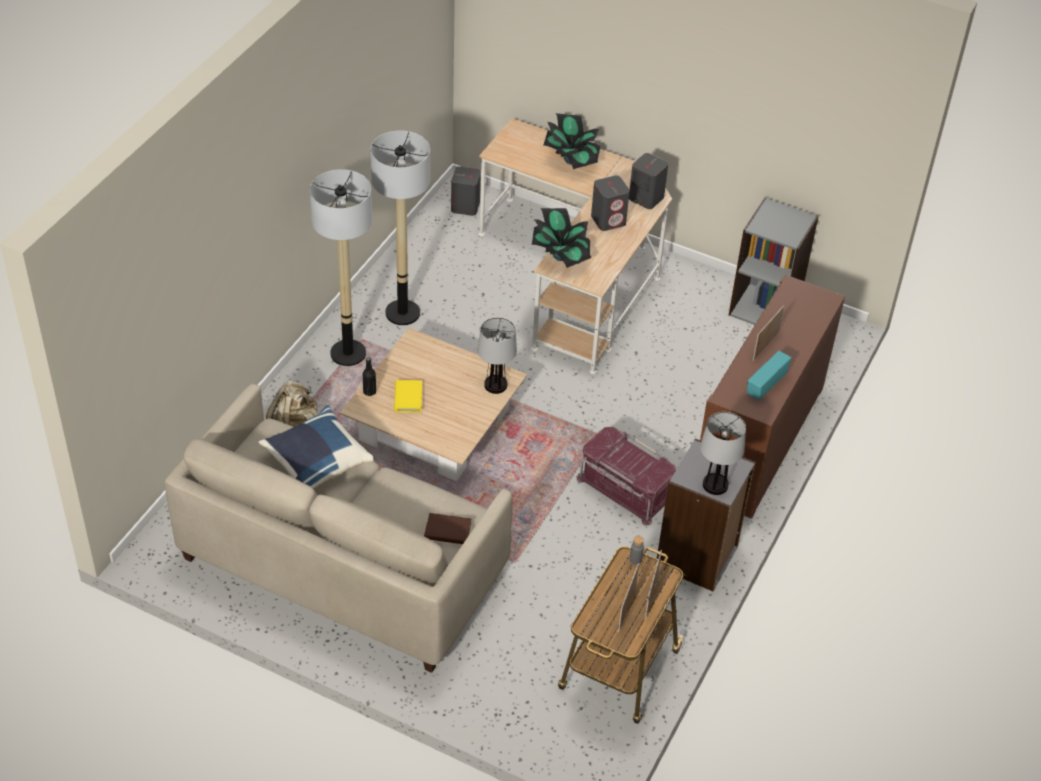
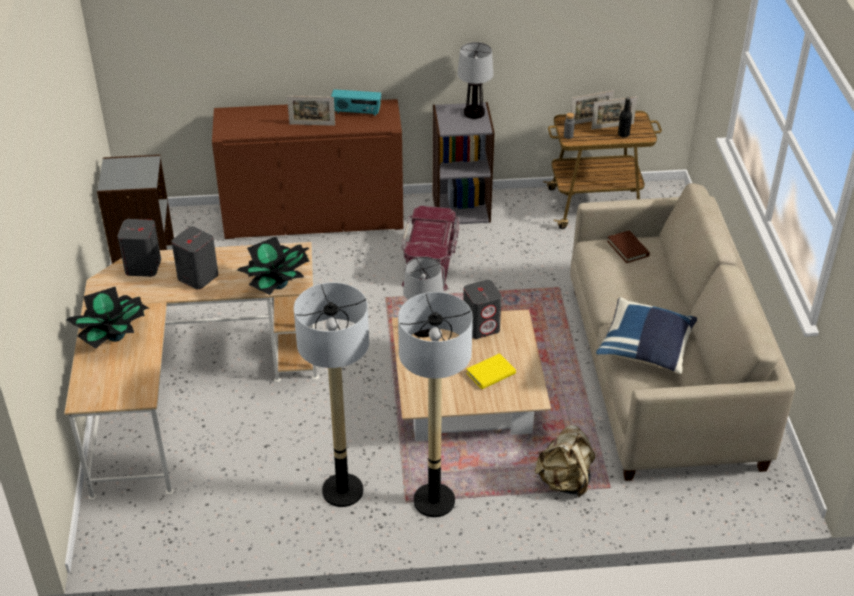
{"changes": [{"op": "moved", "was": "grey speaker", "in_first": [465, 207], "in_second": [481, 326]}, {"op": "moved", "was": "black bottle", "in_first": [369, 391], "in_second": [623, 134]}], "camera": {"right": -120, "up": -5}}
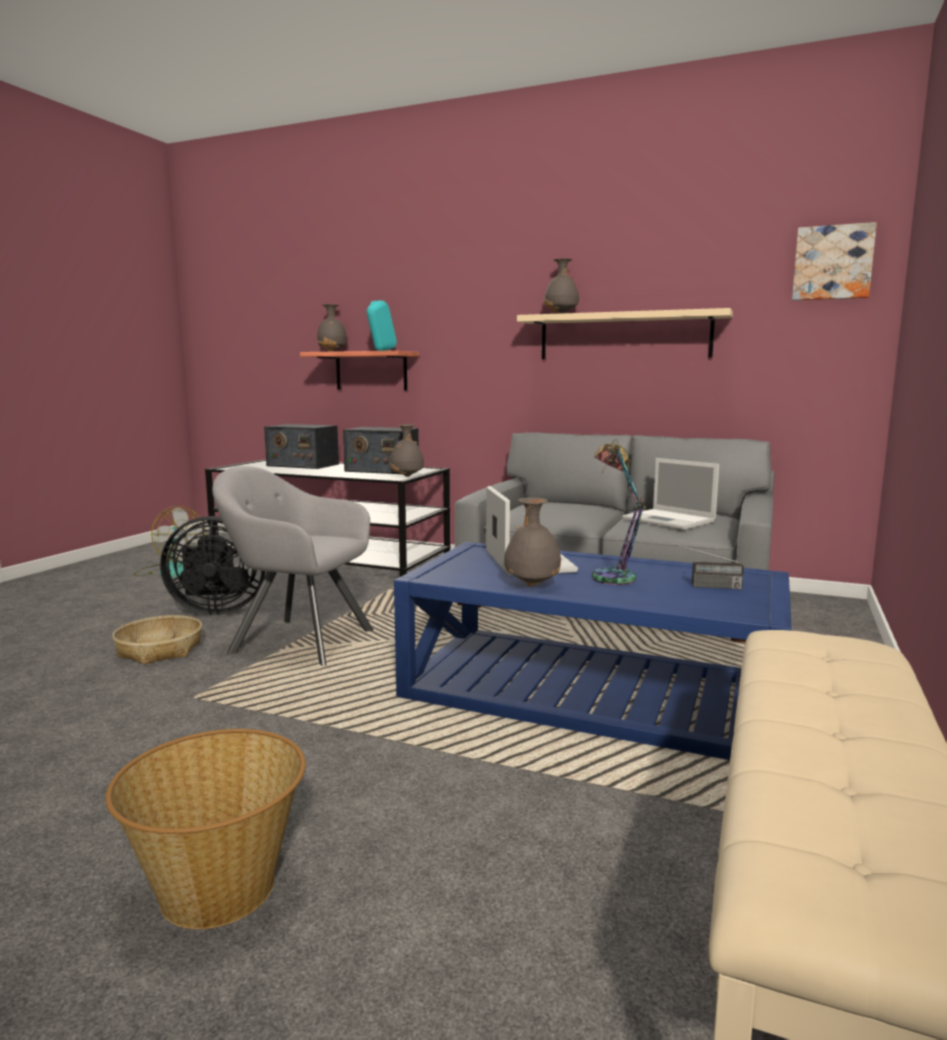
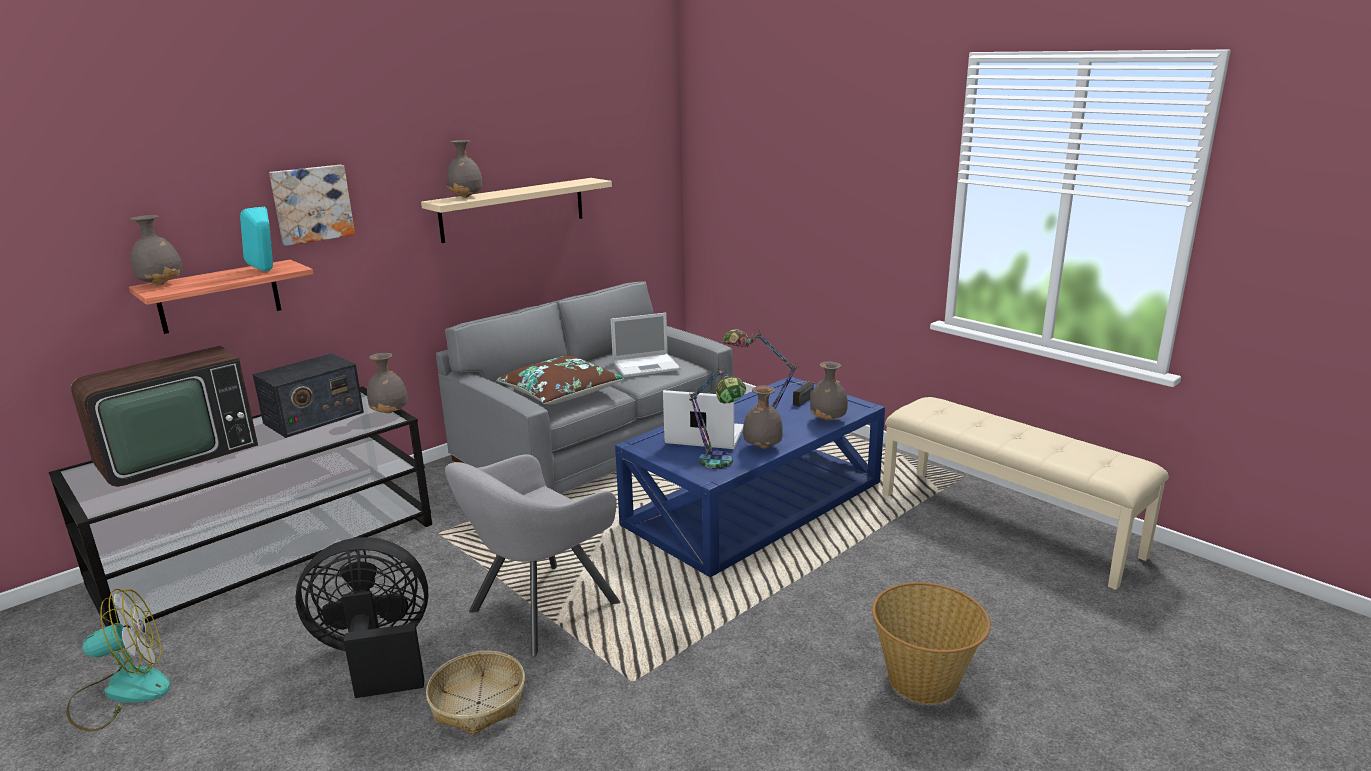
{"changes": [{"op": "replaced", "was": "radio", "now": "television", "in_first": [302, 465], "in_second": [174, 455]}, {"op": "moved", "was": "picture", "in_first": [832, 263], "in_second": [311, 204]}, {"op": "turned", "was": "black fan", "in_first": [216, 610], "in_second": [375, 656], "clockwise": -120}, {"op": "added", "now": "brown pillow", "in_second": [561, 392]}, {"op": "added", "now": "table lamp", "in_second": [719, 466]}, {"op": "added", "now": "grey vase", "in_second": [828, 420]}], "camera": {"right": -65, "up": 10}}
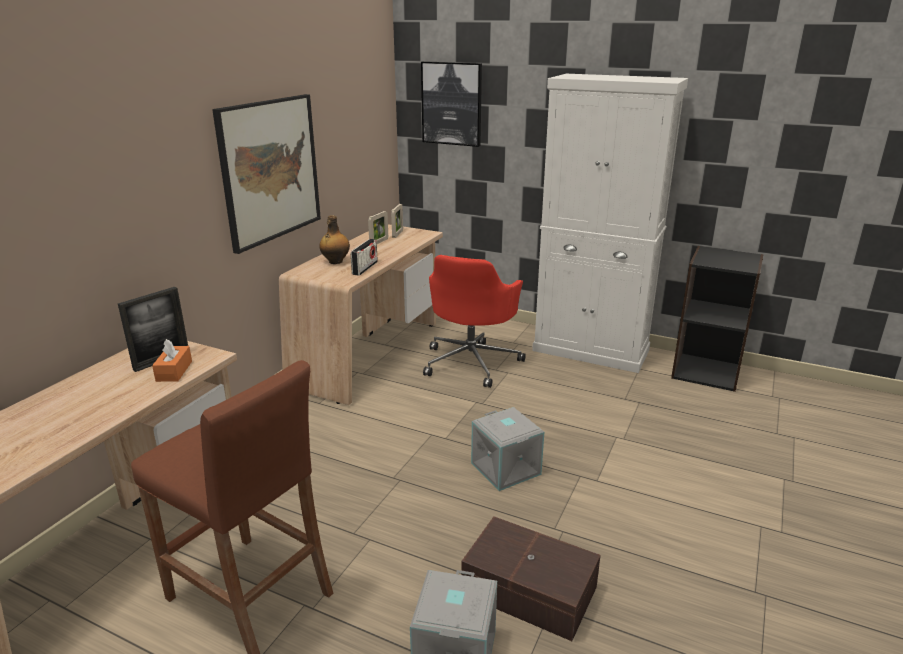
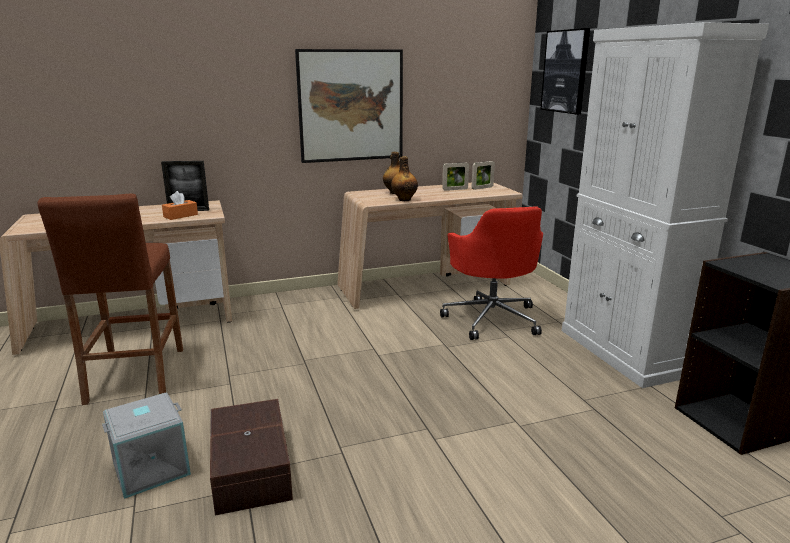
{"changes": [{"op": "replaced", "was": "radio", "now": "bottle", "in_first": [365, 268], "in_second": [404, 199]}, {"op": "turned", "was": "red office chair", "in_first": [472, 362], "in_second": [492, 318], "clockwise": -75}, {"op": "removed", "was": "grey storage box", "in_first": [507, 468]}], "camera": {"right": 45, "up": -5}}
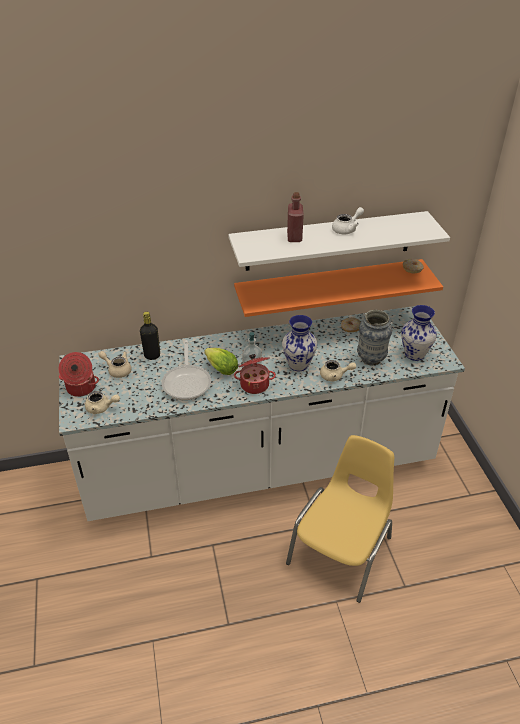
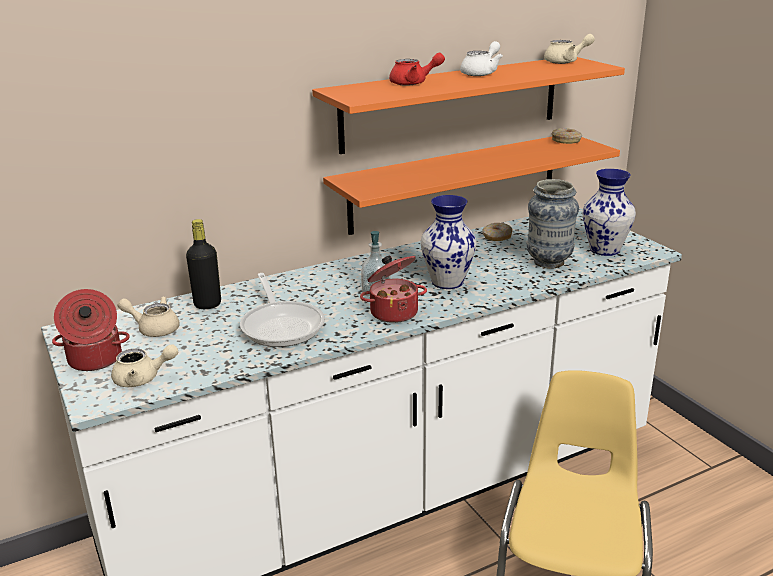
{"changes": [{"op": "recoloured", "was": "white shelf", "now": "orange shelf", "in_first": [329, 241], "in_second": [452, 103]}, {"op": "replaced", "was": "red bottle", "now": "red teapot", "in_first": [294, 237], "in_second": [413, 83]}, {"op": "moved", "was": "beige teapot", "in_first": [335, 376], "in_second": [566, 61]}, {"op": "removed", "was": "lettuce", "in_first": [220, 368]}], "camera": {"right": -15, "up": -15}}
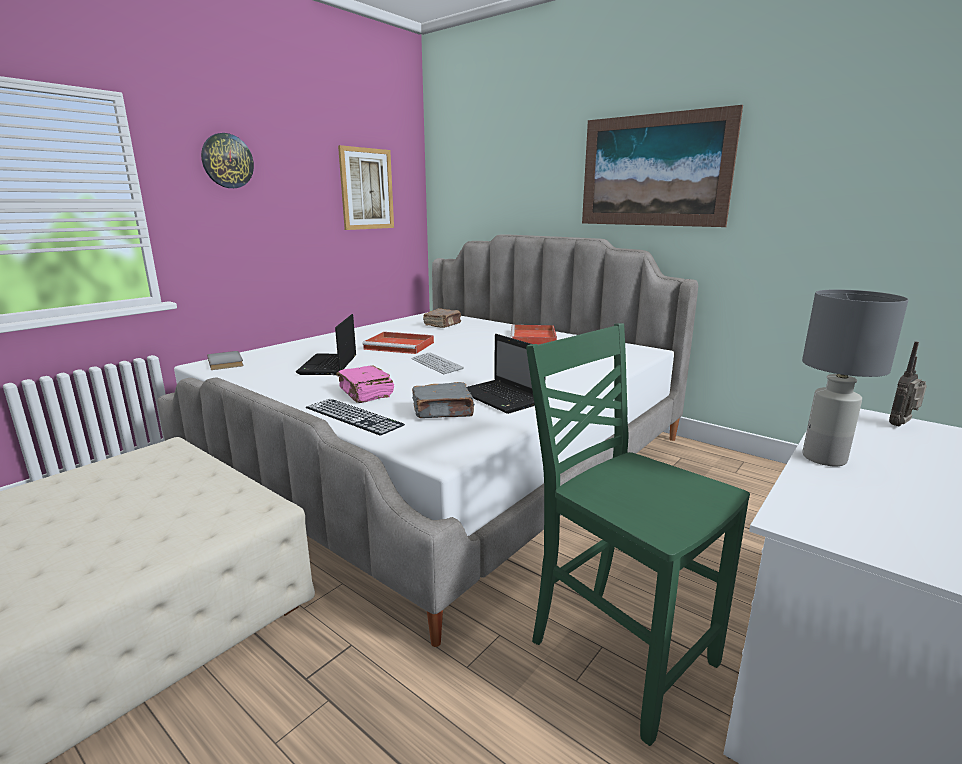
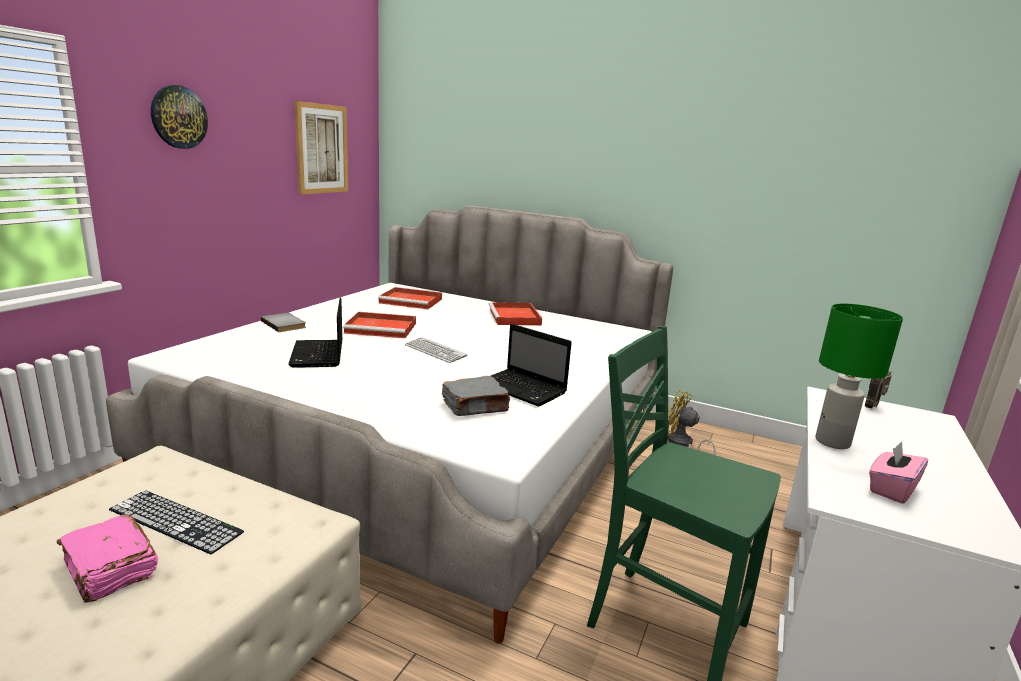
{"changes": [{"op": "moved", "was": "pink book", "in_first": [365, 393], "in_second": [110, 570]}, {"op": "moved", "was": "keyboard", "in_first": [353, 416], "in_second": [176, 521]}, {"op": "moved", "was": "grey book", "in_first": [227, 362], "in_second": [285, 324]}, {"op": "replaced", "was": "brown book", "now": "red tray", "in_first": [443, 325], "in_second": [412, 301]}, {"op": "added", "now": "yellow fan", "in_second": [681, 444]}, {"op": "recoloured", "was": "grey table lamp", "now": "green table lamp", "in_first": [823, 458], "in_second": [832, 442]}, {"op": "added", "now": "pink tissue box", "in_second": [891, 489]}, {"op": "removed", "was": "picture", "in_first": [654, 171]}], "camera": {"right": -15, "up": 0}}
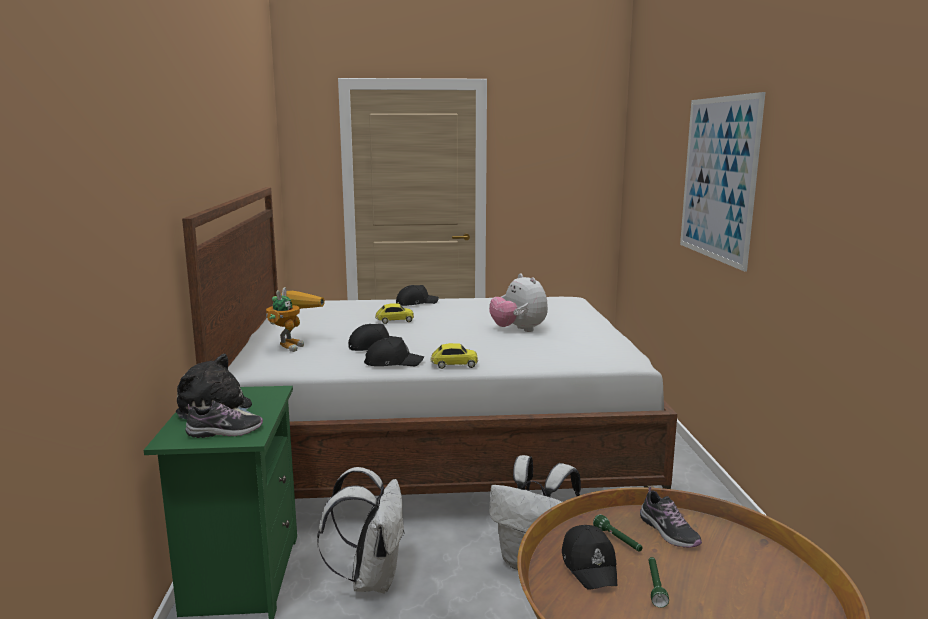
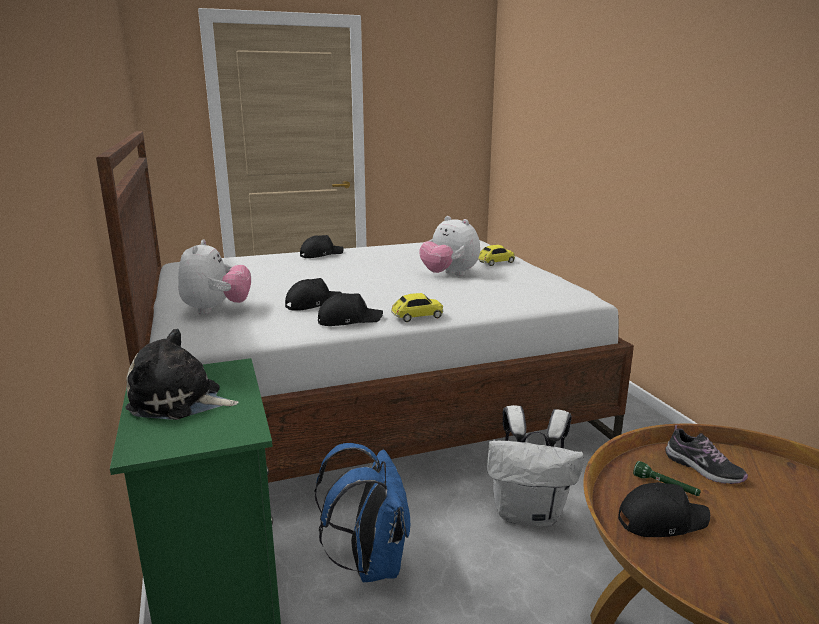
{"changes": [{"op": "replaced", "was": "toy robot", "now": "plush toy", "in_first": [292, 344], "in_second": [216, 310]}, {"op": "recoloured", "was": "white backpack", "now": "blue backpack", "in_first": [371, 579], "in_second": [371, 563]}, {"op": "moved", "was": "toy car", "in_first": [394, 321], "in_second": [495, 262]}, {"op": "turned", "was": "black cap", "in_first": [590, 565], "in_second": [661, 520], "clockwise": -75}, {"op": "removed", "was": "shoe", "in_first": [225, 432]}, {"op": "removed", "was": "green flashlight", "in_first": [655, 586]}, {"op": "removed", "was": "picture", "in_first": [718, 178]}], "camera": {"right": -15, "up": 5}}
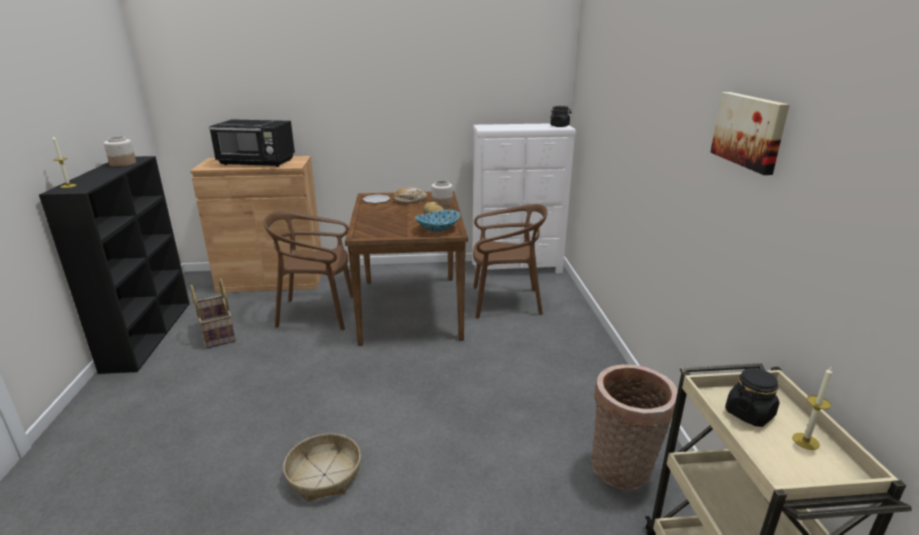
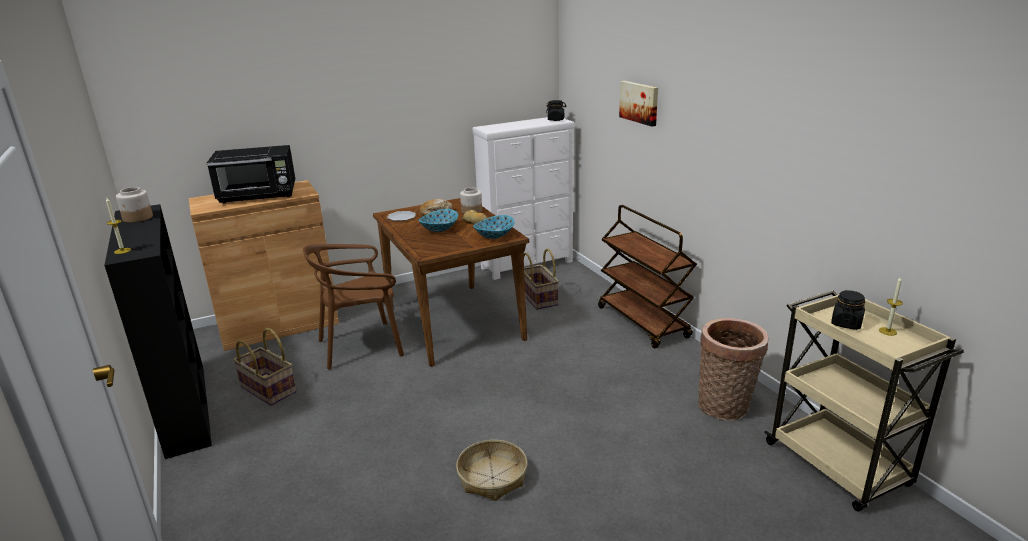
{"changes": [{"op": "added", "now": "bowl", "in_second": [439, 229]}, {"op": "replaced", "was": "brown chair", "now": "basket", "in_first": [505, 302], "in_second": [539, 298]}, {"op": "added", "now": "brown cart", "in_second": [643, 322]}, {"op": "moved", "was": "picture", "in_first": [750, 131], "in_second": [640, 102]}], "camera": {"right": -20, "up": 0}}
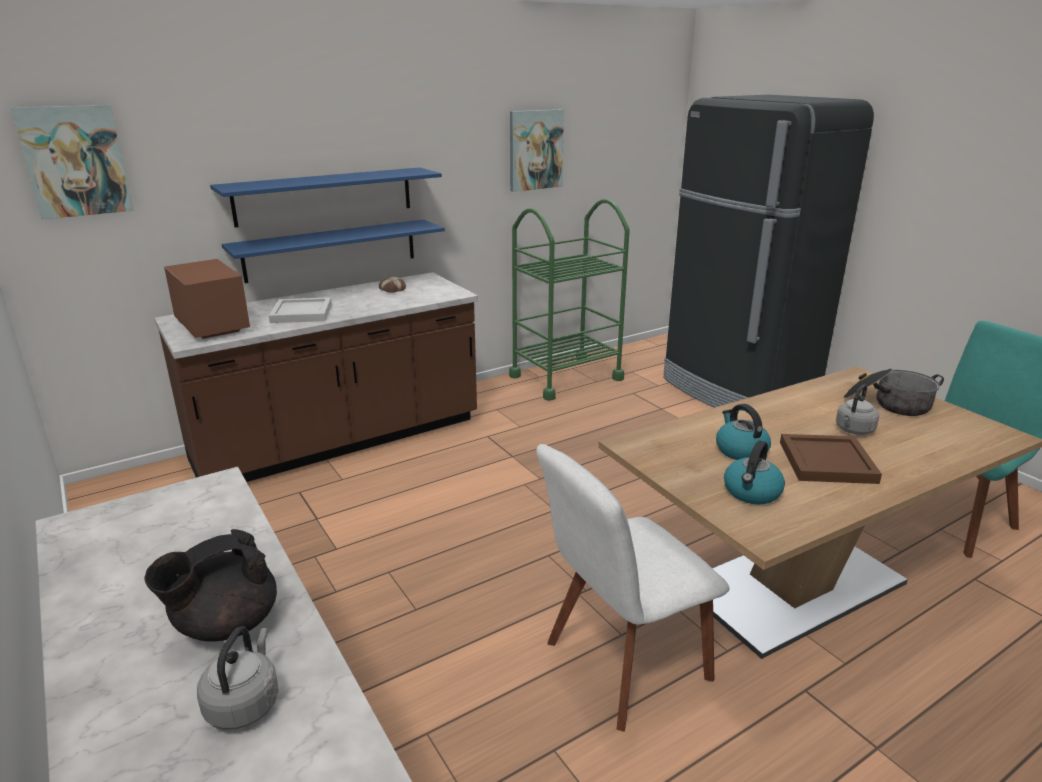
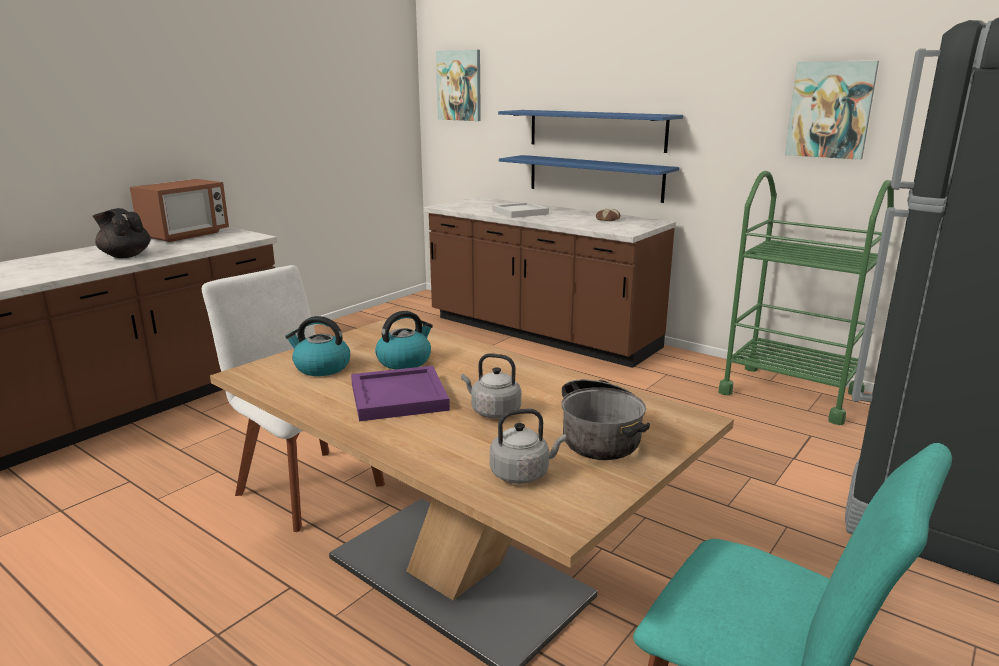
{"changes": [{"op": "moved", "was": "microwave", "in_first": [213, 326], "in_second": [185, 235]}, {"op": "recoloured", "was": "brown tray", "now": "purple tray", "in_first": [828, 463], "in_second": [397, 398]}, {"op": "moved", "was": "grey kettle", "in_first": [244, 703], "in_second": [523, 474]}], "camera": {"right": 70, "up": -5}}
